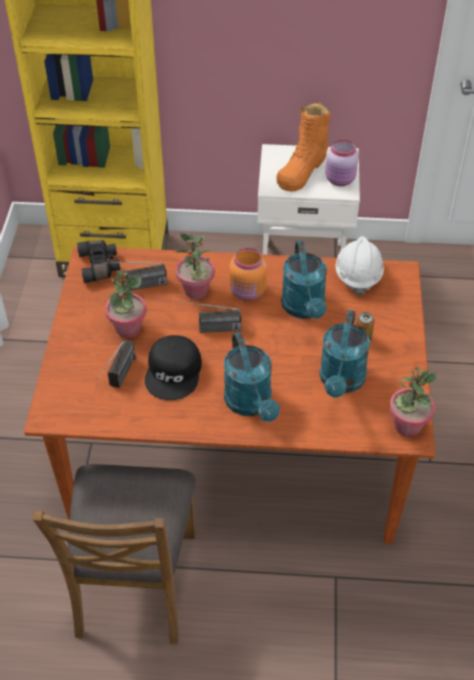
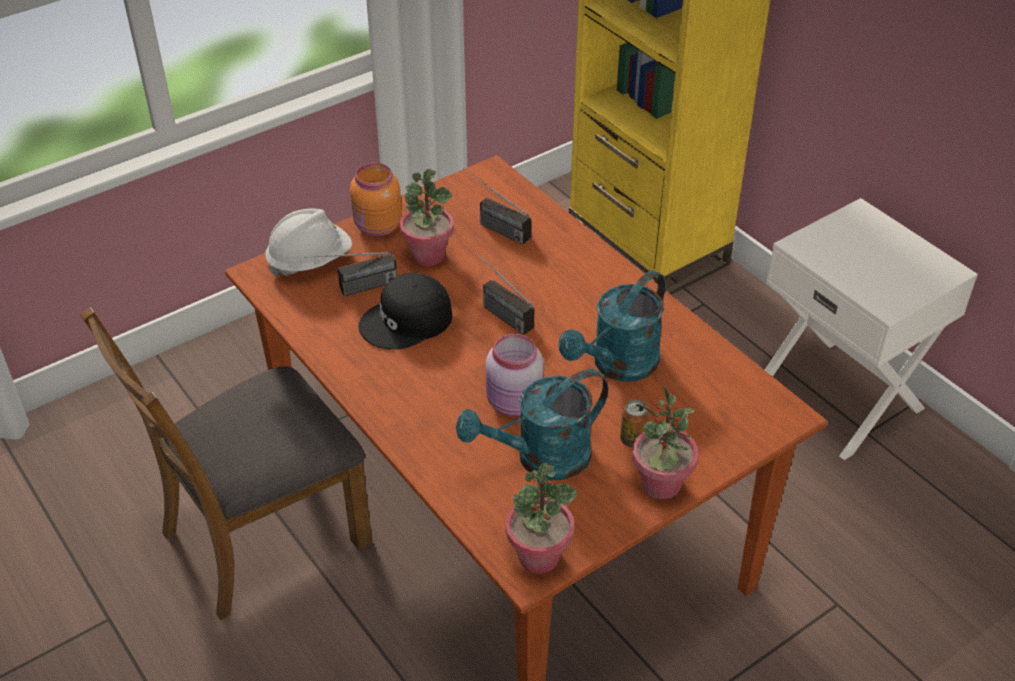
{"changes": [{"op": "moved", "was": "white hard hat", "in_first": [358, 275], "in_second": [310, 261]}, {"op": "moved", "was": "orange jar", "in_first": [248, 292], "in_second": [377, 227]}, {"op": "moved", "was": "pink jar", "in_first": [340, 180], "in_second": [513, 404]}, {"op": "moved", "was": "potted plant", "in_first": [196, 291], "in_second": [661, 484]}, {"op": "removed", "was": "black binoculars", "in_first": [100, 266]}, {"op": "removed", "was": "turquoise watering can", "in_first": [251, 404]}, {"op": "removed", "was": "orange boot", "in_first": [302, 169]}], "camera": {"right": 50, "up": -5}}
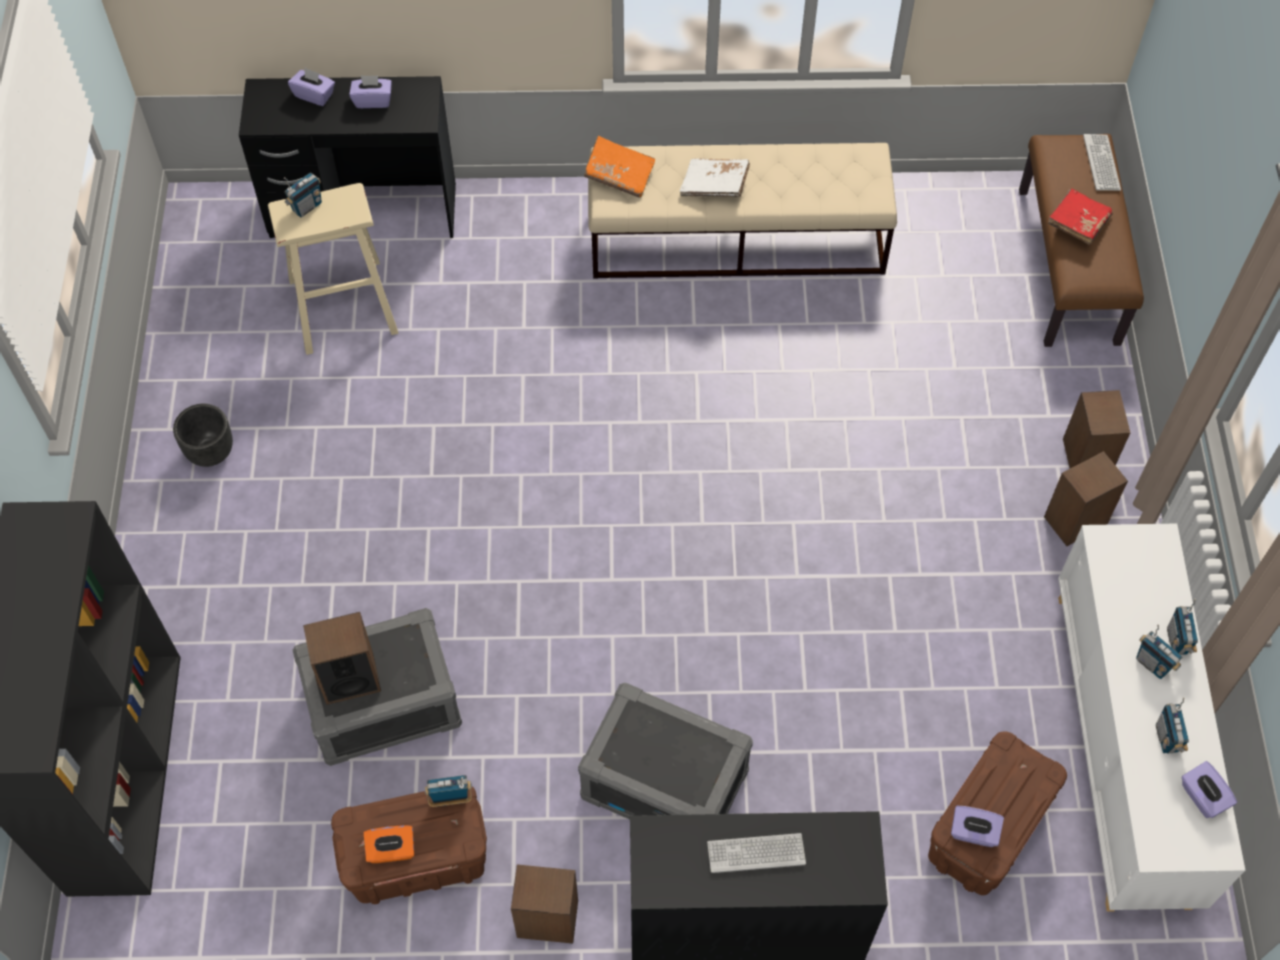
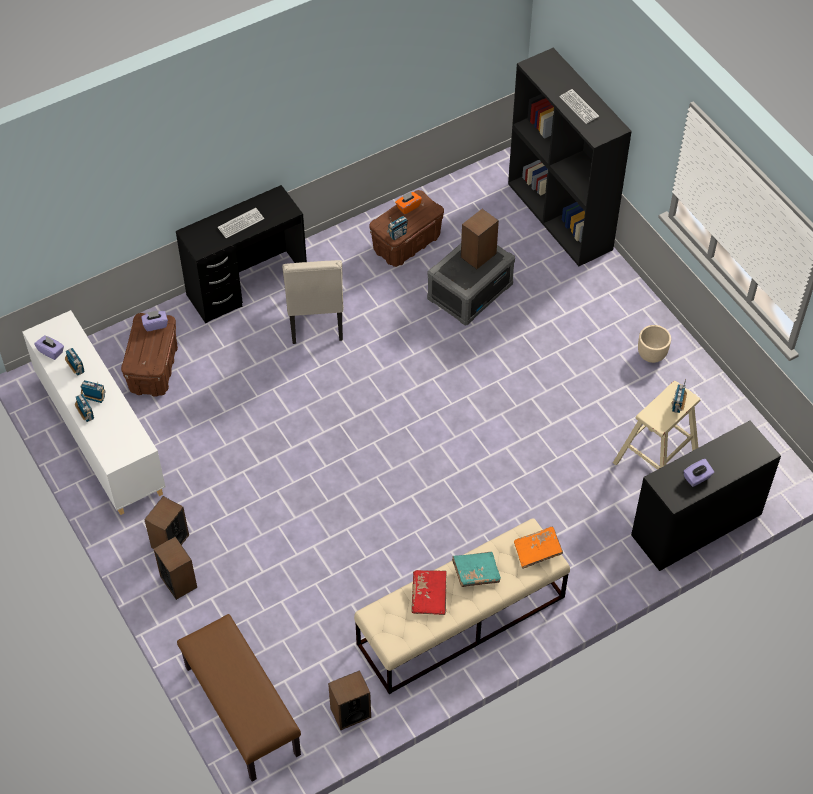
{"changes": [{"op": "replaced", "was": "grey storage box", "now": "beige chair", "in_first": [665, 783], "in_second": [316, 320]}, {"op": "moved", "was": "speaker", "in_first": [547, 919], "in_second": [350, 712]}, {"op": "moved", "was": "red book", "in_first": [1077, 224], "in_second": [429, 596]}, {"op": "recoloured", "was": "white book", "now": "turquoise book", "in_first": [715, 185], "in_second": [476, 573]}, {"op": "moved", "was": "keyboard", "in_first": [1101, 163], "in_second": [579, 107]}, {"op": "recoloured", "was": "black planter", "now": "beige planter", "in_first": [211, 452], "in_second": [652, 356]}, {"op": "removed", "was": "purple tissue box", "in_first": [314, 95]}], "camera": {"right": 150, "up": -5}}
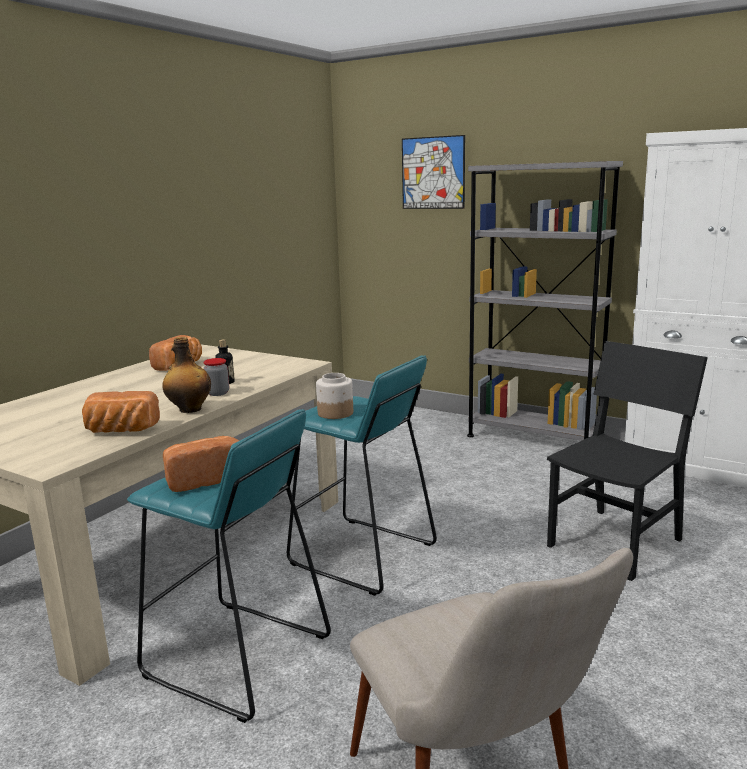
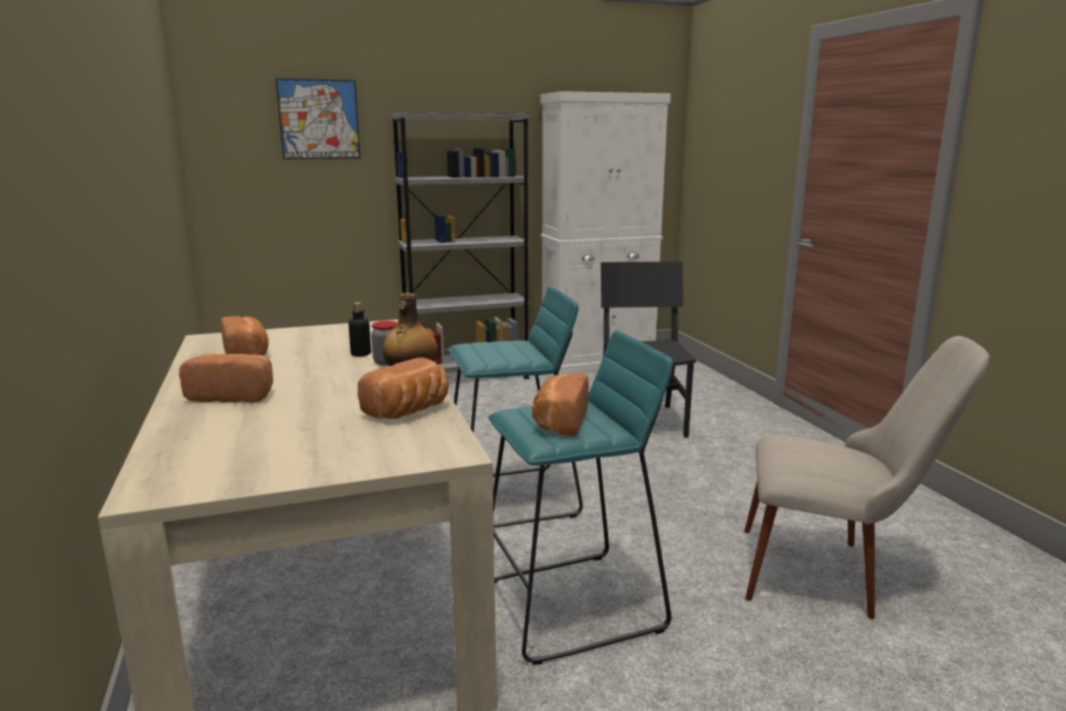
{"changes": [{"op": "added", "now": "bread", "in_second": [234, 395]}, {"op": "removed", "was": "jar", "in_first": [335, 413]}], "camera": {"right": -50, "up": 0}}
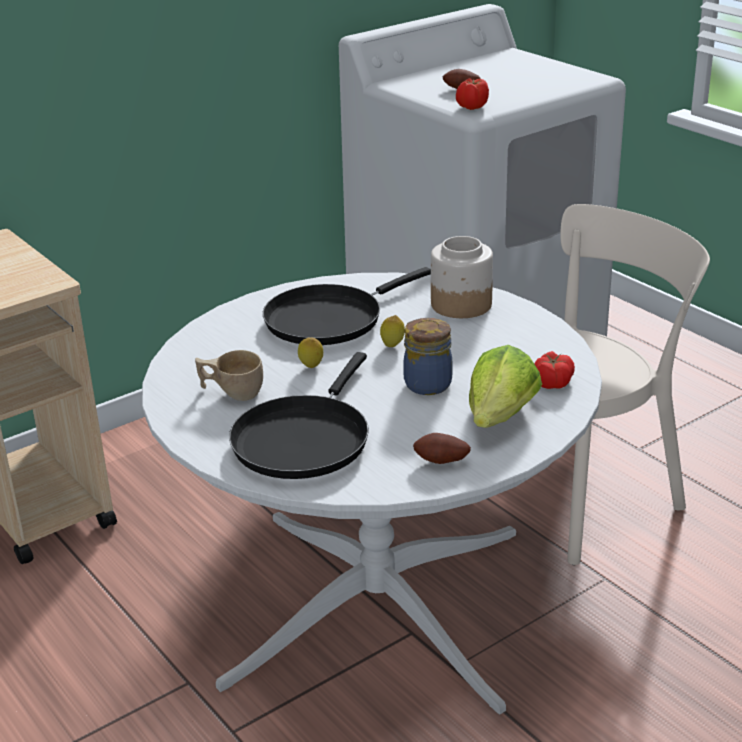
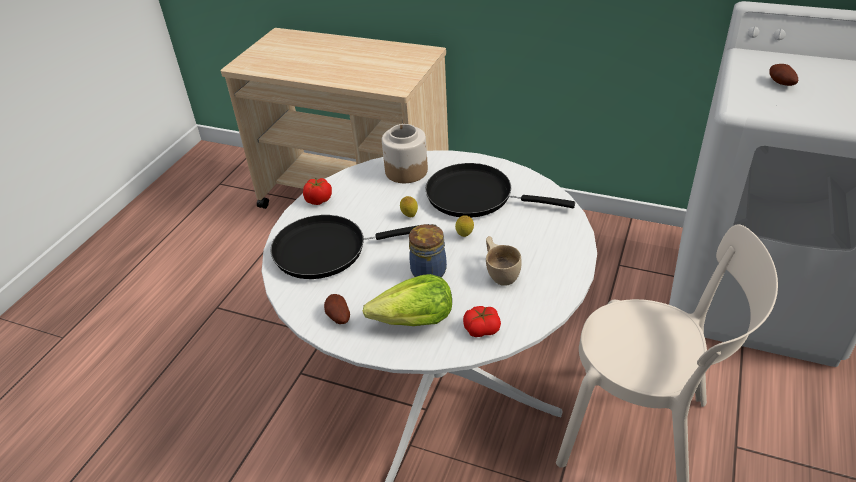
{"changes": [{"op": "moved", "was": "tomato", "in_first": [472, 107], "in_second": [319, 200]}, {"op": "moved", "was": "jar", "in_first": [460, 304], "in_second": [406, 171]}, {"op": "moved", "was": "beige cup", "in_first": [231, 392], "in_second": [500, 272]}], "camera": {"right": 60, "up": 10}}
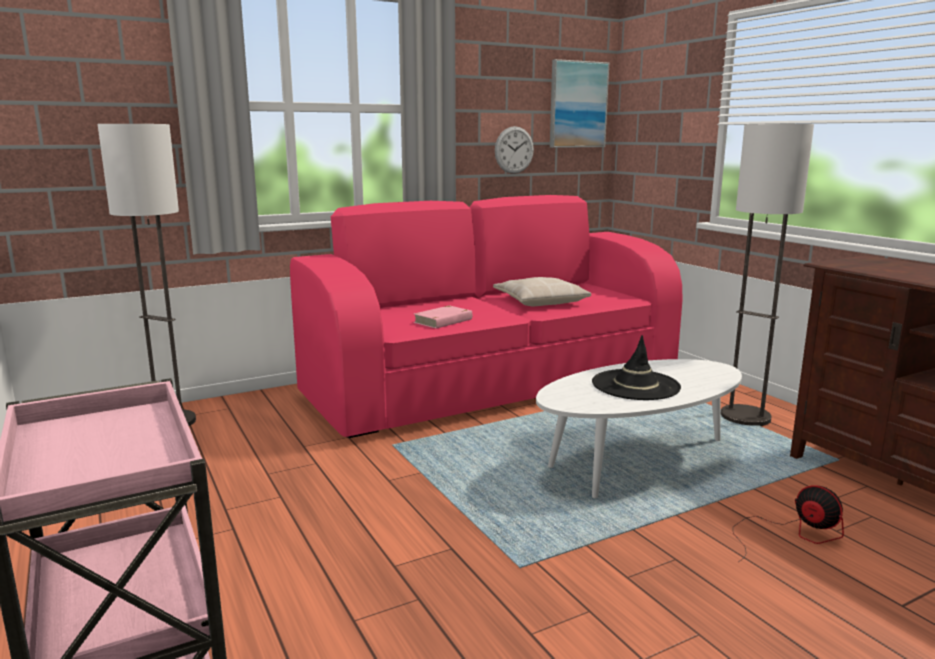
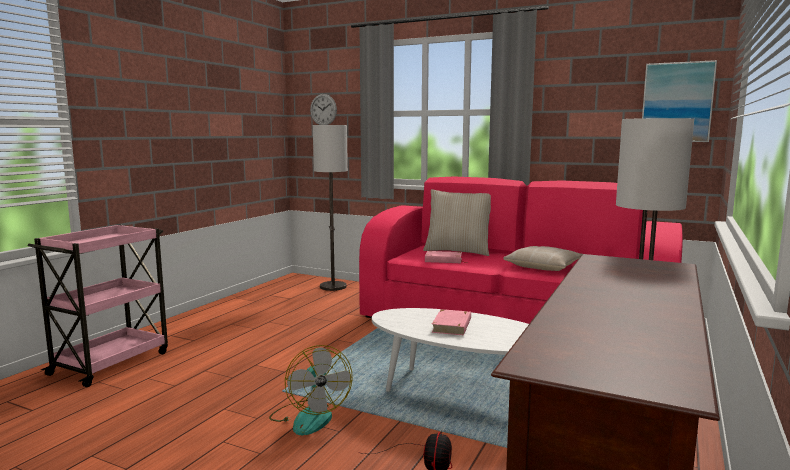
{"changes": [{"op": "added", "now": "fan", "in_second": [309, 416]}, {"op": "moved", "was": "wall clock", "in_first": [514, 150], "in_second": [323, 110]}, {"op": "added", "now": "beige pillow", "in_second": [458, 251]}, {"op": "replaced", "was": "black hat", "now": "pink book", "in_first": [635, 385], "in_second": [452, 326]}], "camera": {"right": 55, "up": -5}}
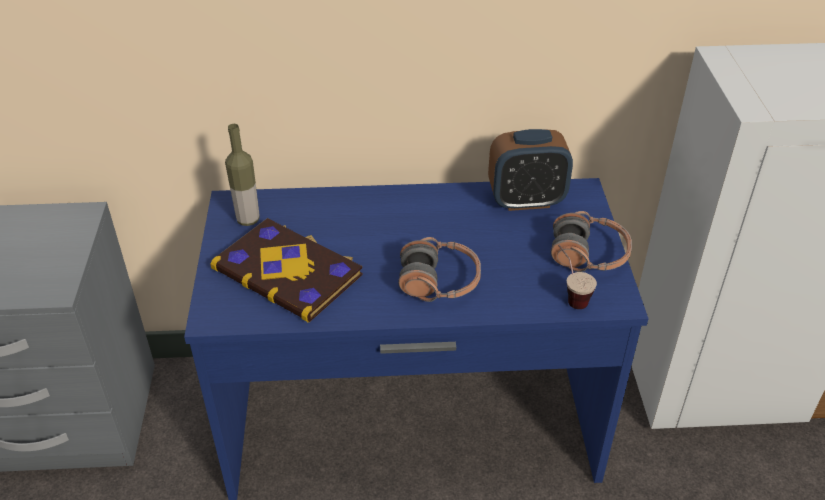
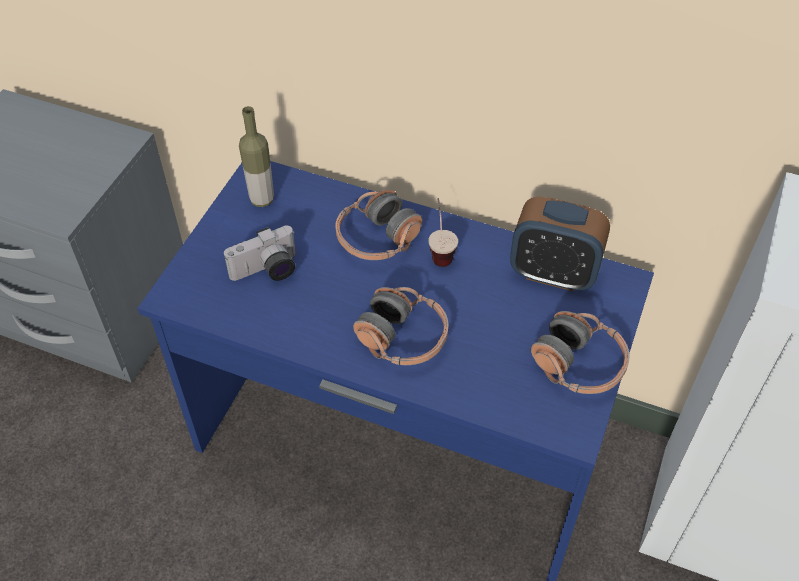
{"changes": [{"op": "replaced", "was": "book", "now": "photo camera", "in_first": [288, 271], "in_second": [267, 271]}, {"op": "added", "now": "headphones", "in_second": [377, 238]}, {"op": "moved", "was": "cup", "in_first": [570, 295], "in_second": [440, 250]}], "camera": {"right": 25, "up": 10}}
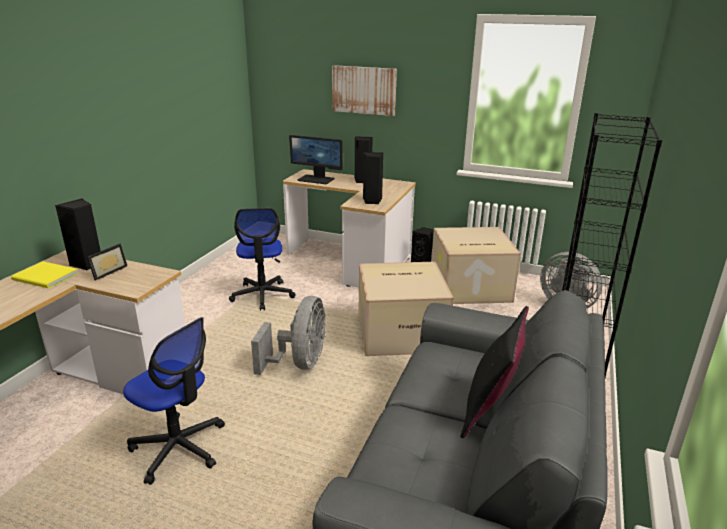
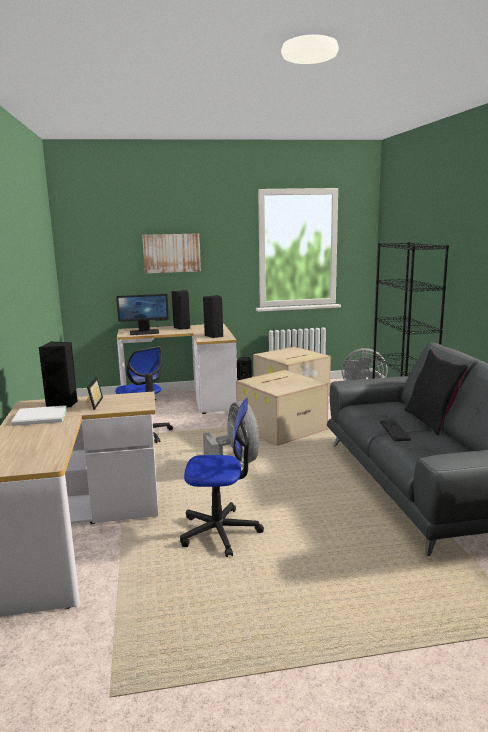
{"changes": [{"op": "recoloured", "was": "yellow book", "now": "white book", "in_first": [45, 277], "in_second": [42, 418]}, {"op": "added", "now": "keyboard", "in_second": [394, 431]}], "camera": {"right": -30, "up": -10}}
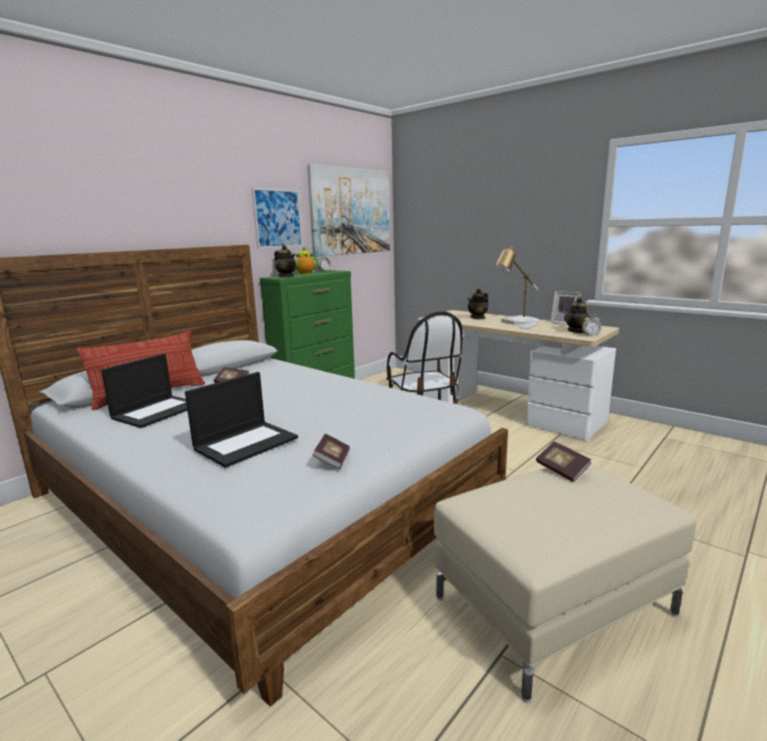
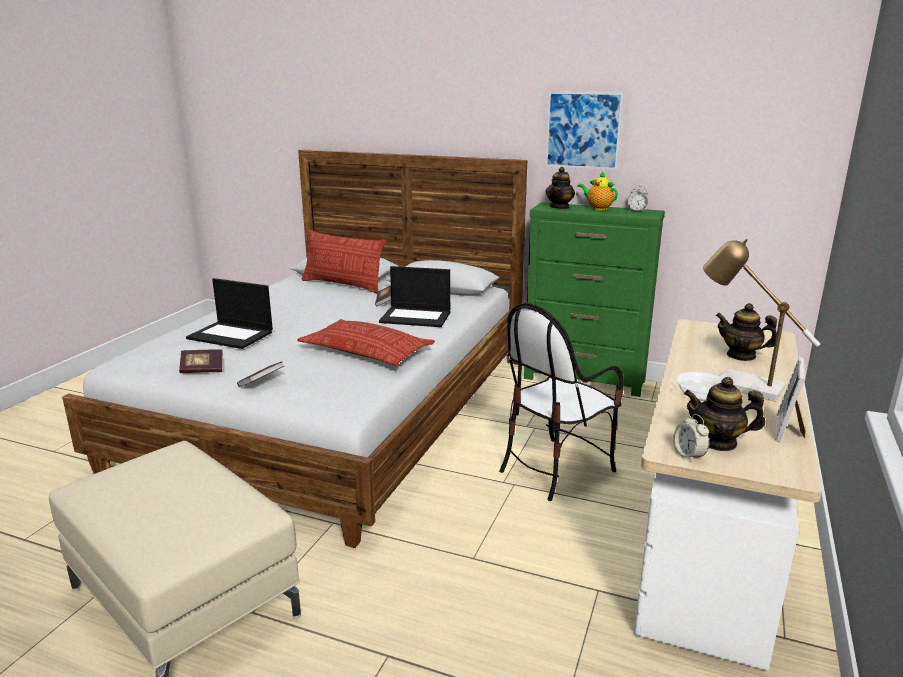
{"changes": [{"op": "moved", "was": "book", "in_first": [562, 470], "in_second": [261, 382]}, {"op": "added", "now": "pillow", "in_second": [366, 351]}, {"op": "moved", "was": "laptop", "in_first": [157, 411], "in_second": [416, 317]}, {"op": "removed", "was": "picture", "in_first": [351, 211]}], "camera": {"right": 70, "up": 5}}
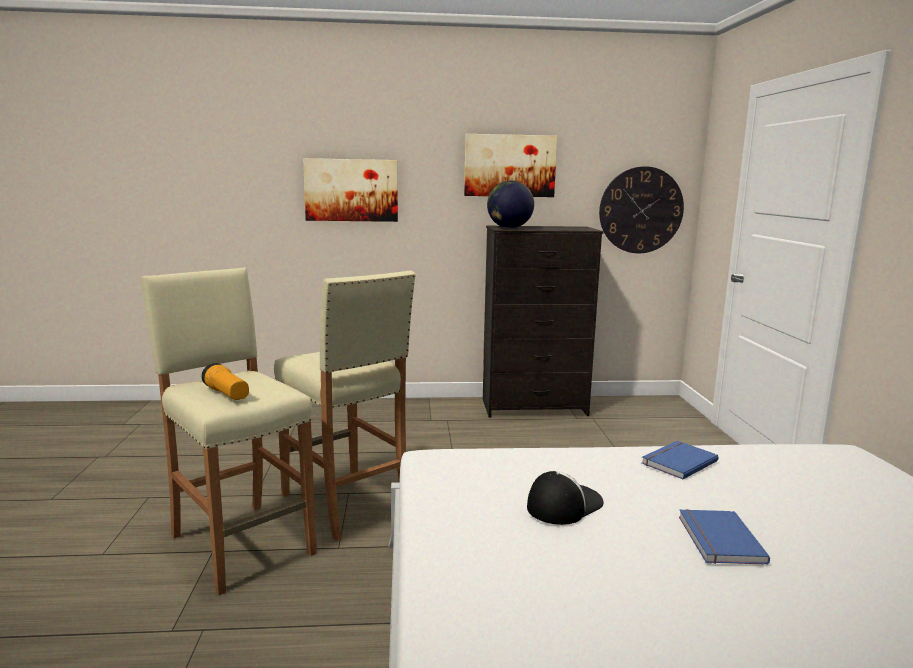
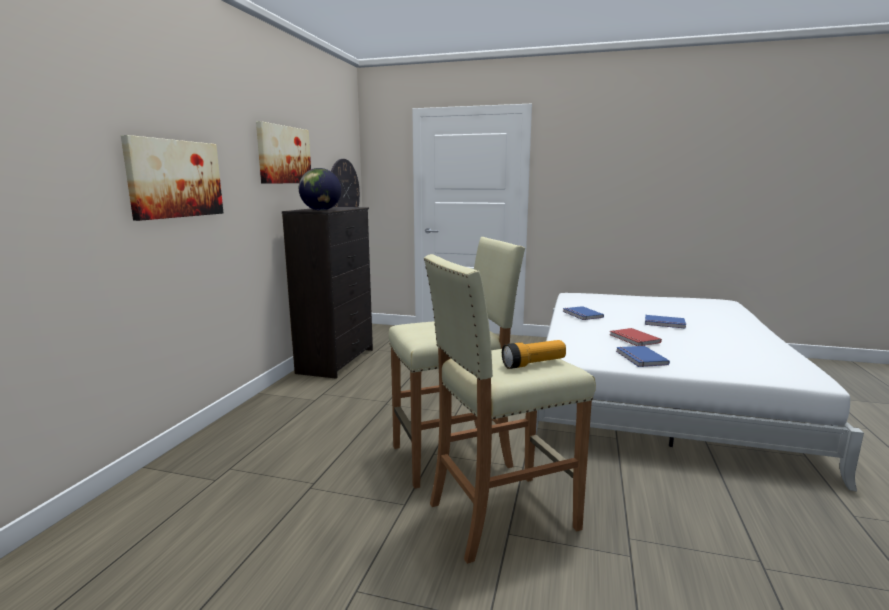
{"changes": [{"op": "replaced", "was": "cap", "now": "red book", "in_first": [563, 505], "in_second": [633, 339]}, {"op": "added", "now": "blue book", "in_second": [640, 358]}], "camera": {"right": -70, "up": 0}}
